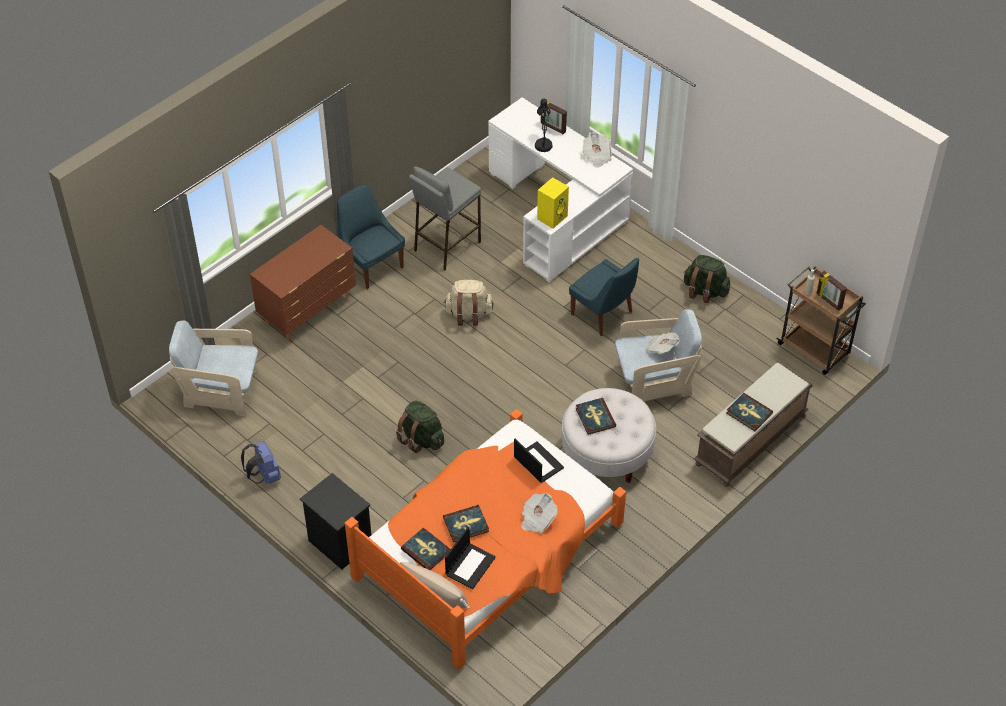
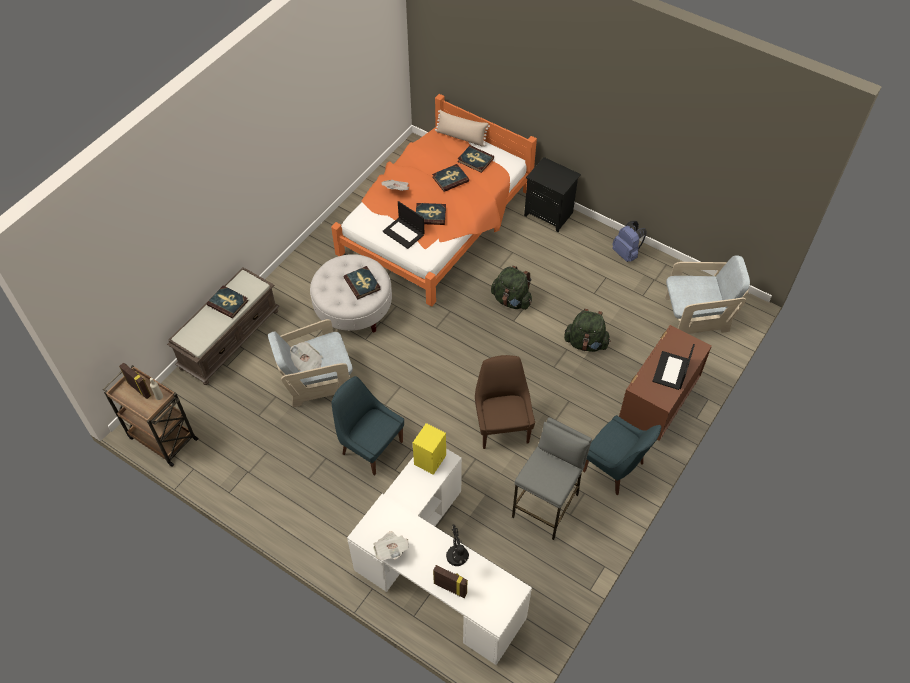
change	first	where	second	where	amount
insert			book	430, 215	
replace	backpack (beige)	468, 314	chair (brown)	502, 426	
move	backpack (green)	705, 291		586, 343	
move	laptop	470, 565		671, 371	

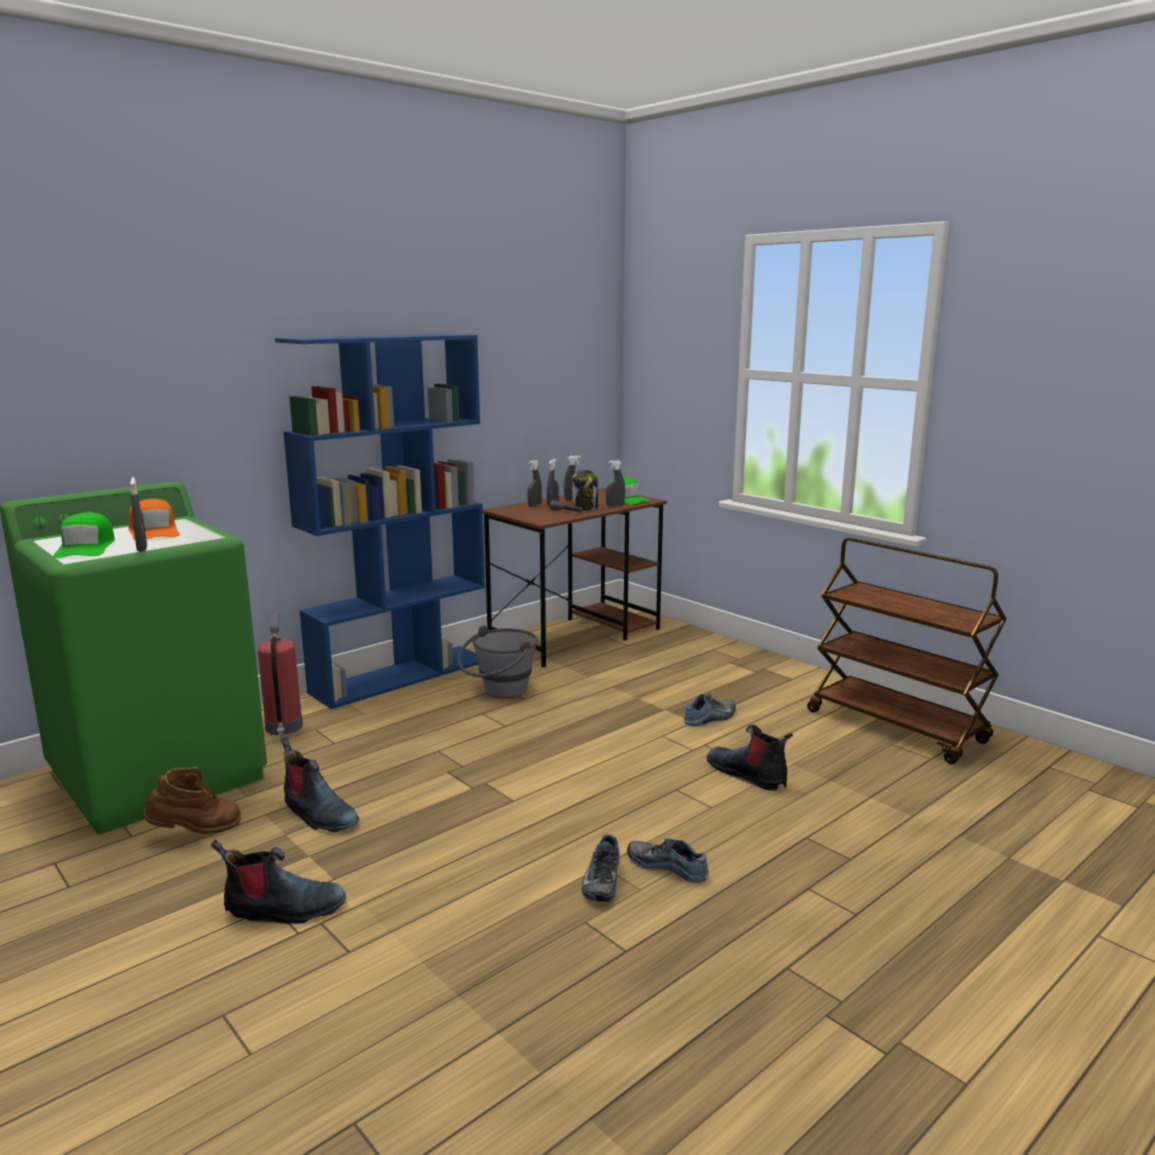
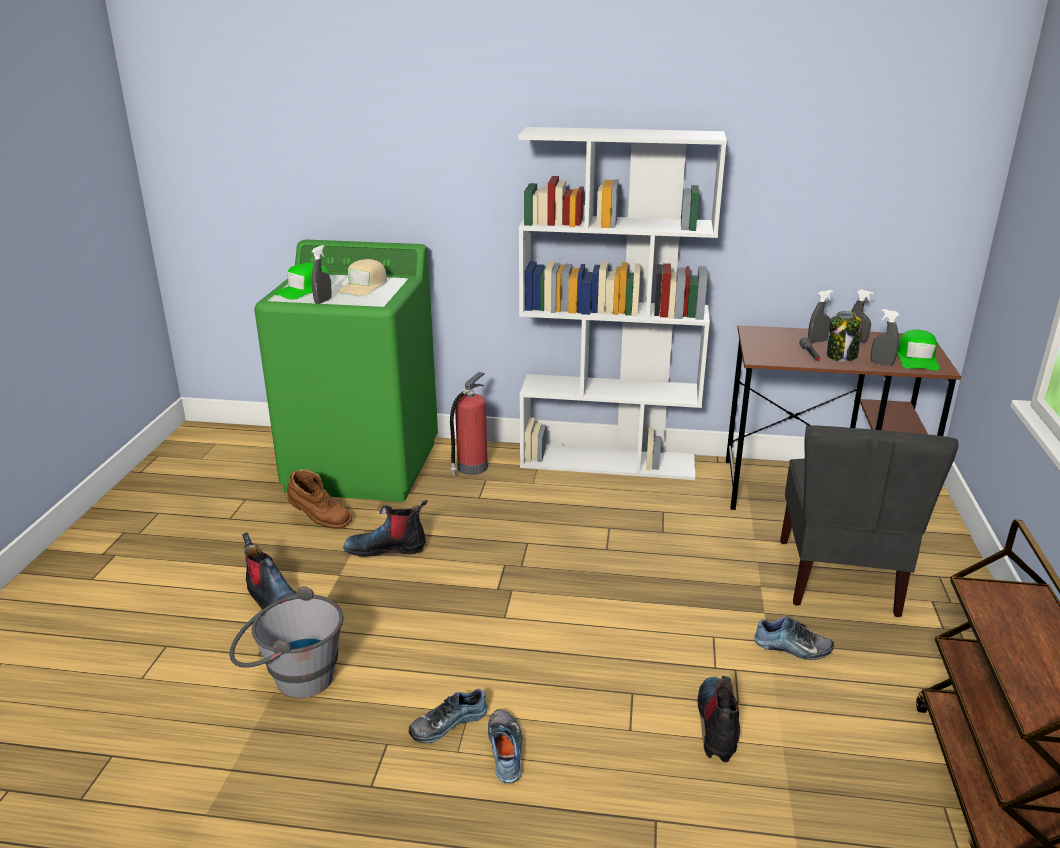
change	first	where	second	where	amount
move	bucket (grey)	499, 693		292, 678	
recolor	cap (orange)	154, 531	cap (beige)	364, 286	
rotate	boot	318, 814		387, 548	90 degrees clockwise
recolor	bookcase (blue)	401, 676	bookcase (white)	609, 461	
insert			chair (grey)	840, 578	
delete	spray bottle (grey)	534, 505			

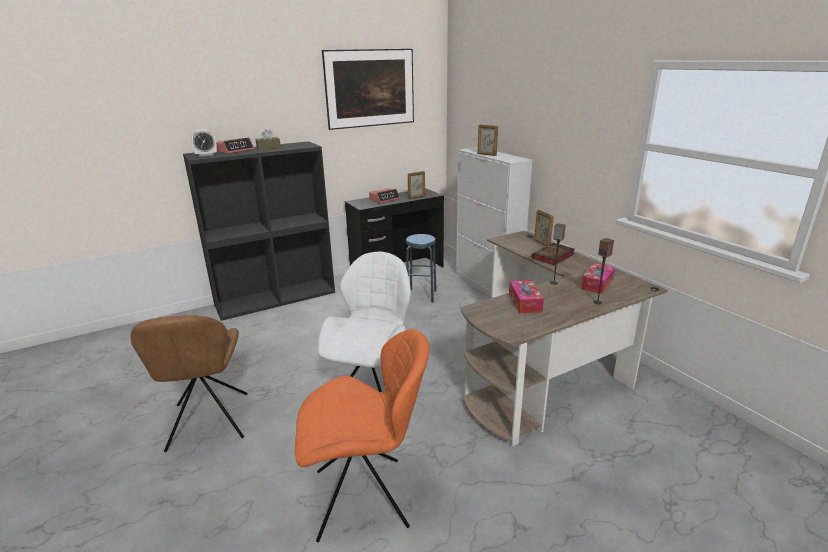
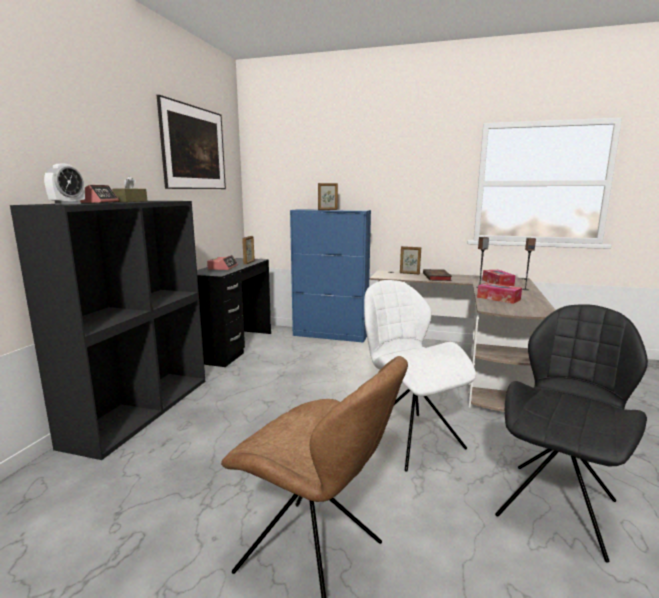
change	first	where	second	where	amount
recolor	cabinet (white)	487, 286	cabinet (blue)	330, 335	
recolor	chair (orange)	365, 497	chair (black)	558, 505	
delete	stool (blue)	421, 296			

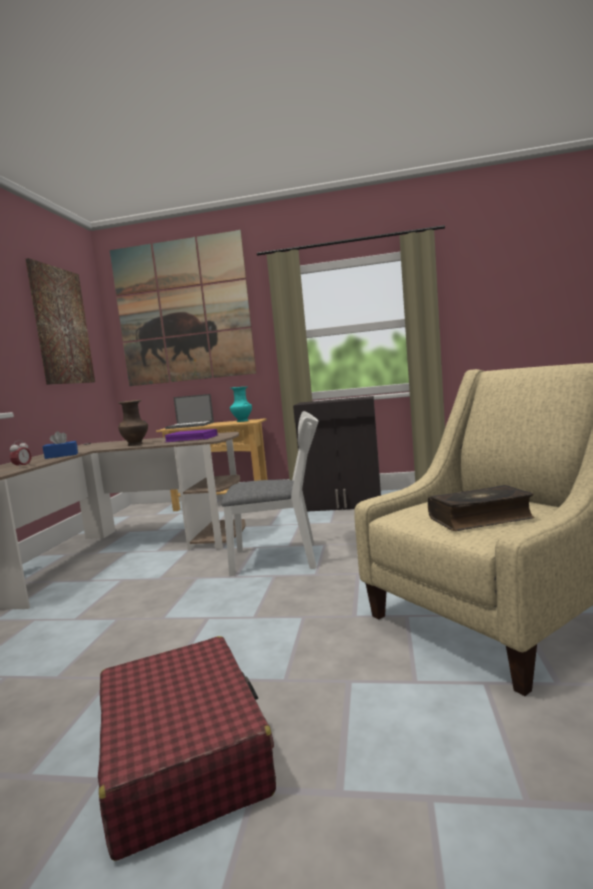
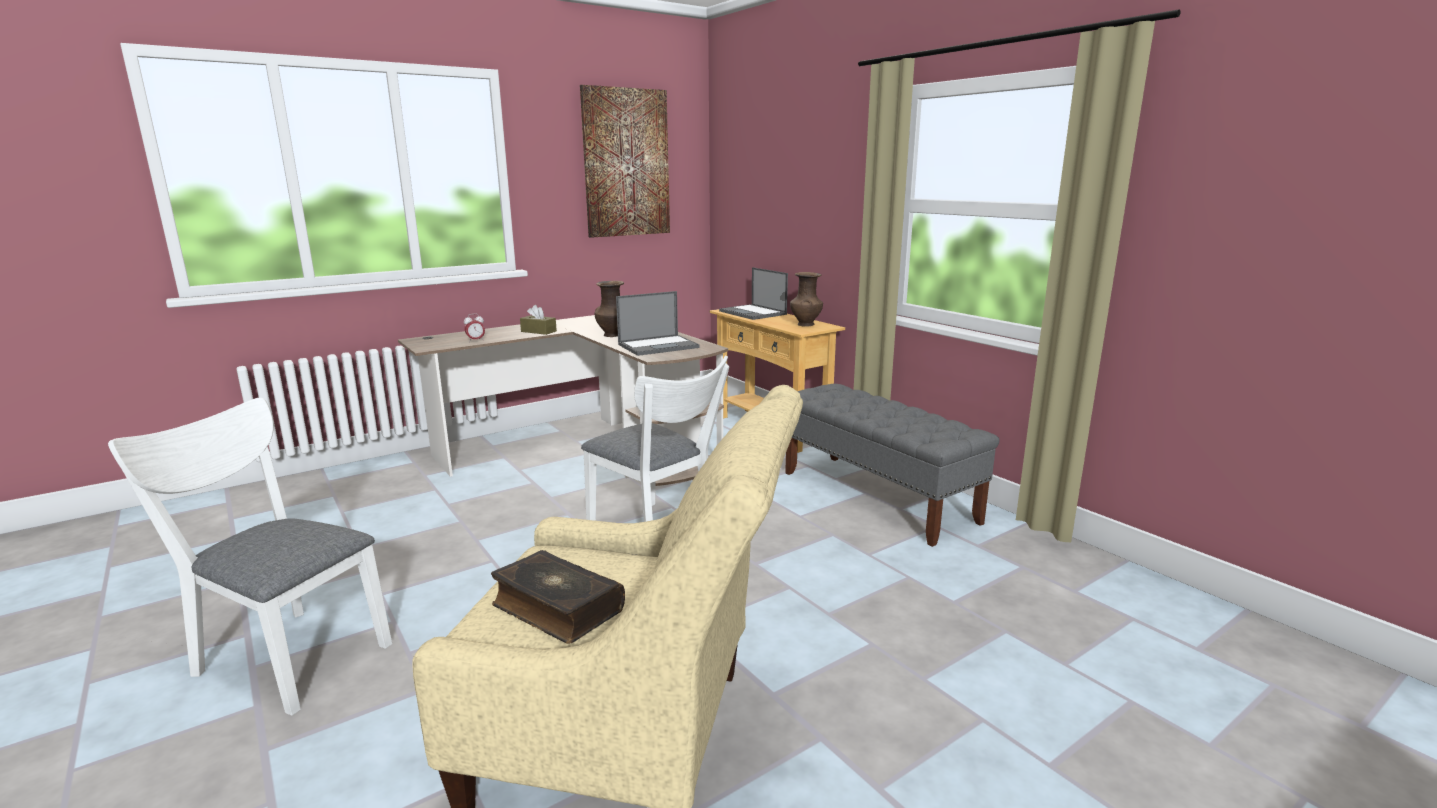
change	first	where	second	where	amount
replace	suitcase (red)	184, 754	chair (white)	285, 654	
recolor	tissue box (blue)	61, 455	tissue box (brown)	538, 331	
replace	book (purple)	192, 439	laptop	659, 346	
replace	cabinet (black)	344, 504	bench (grey)	877, 496	
recolor	vase (turquoise)	242, 421	vase (brown)	805, 324	
delete	picture	183, 311			

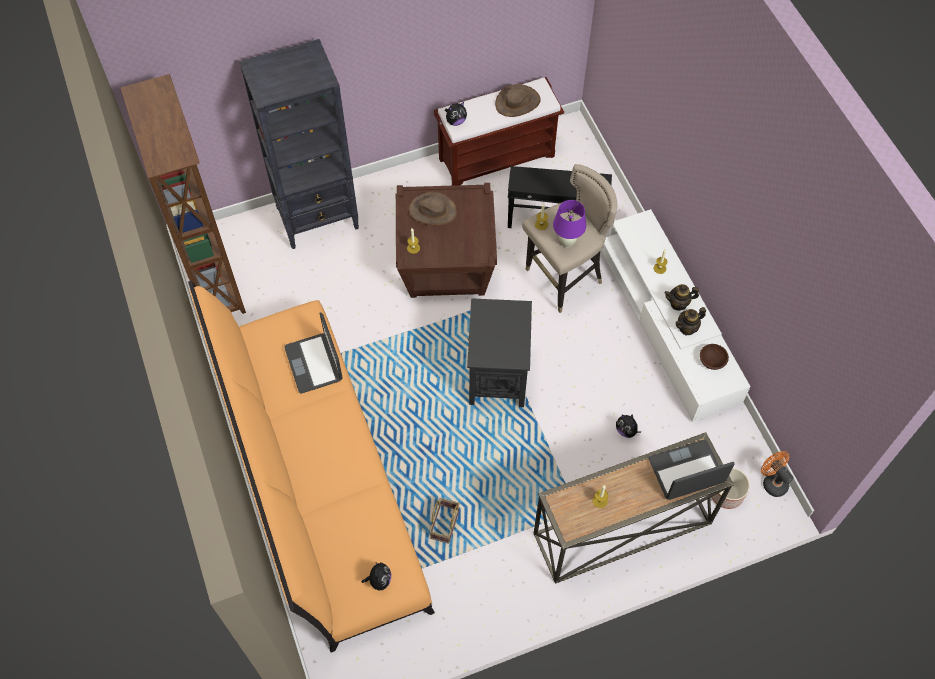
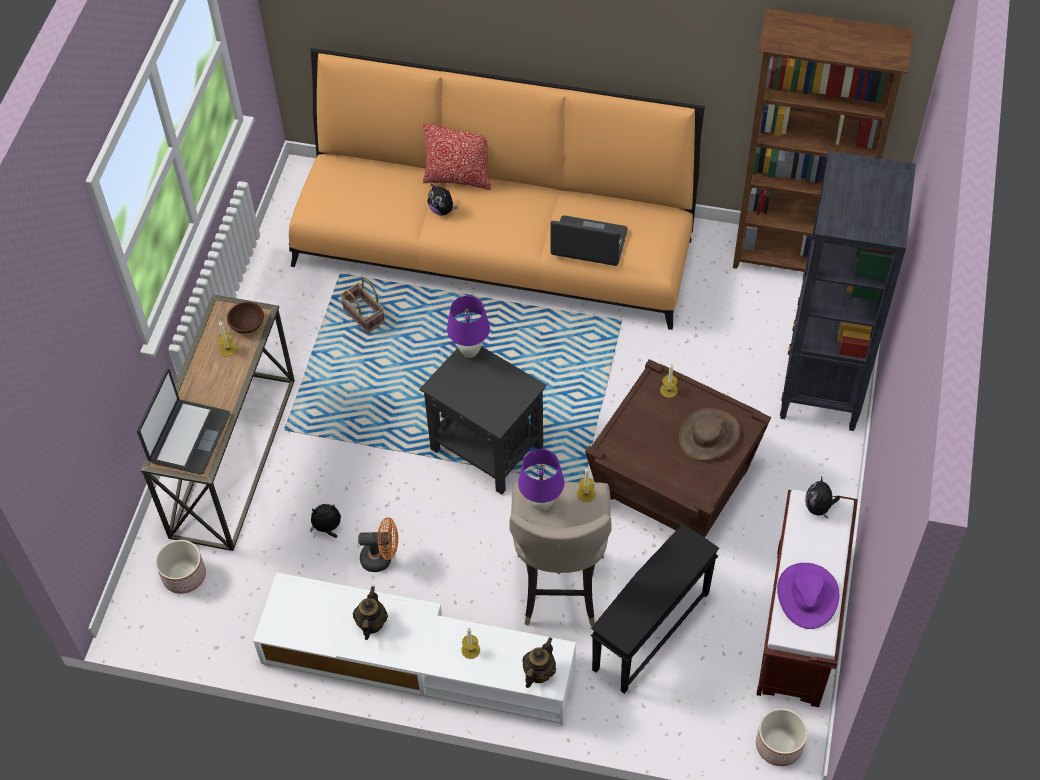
change	first	where	second	where	amount
move	bowl (brown)	712, 360		247, 325	
move	fan (orange)	772, 482		381, 558	
insert			pillow	458, 179	
move	plush toy	379, 580		442, 210	
insert			table lamp (purple)	470, 351	
move	teapot	678, 303		538, 672	
insert			planter	779, 744	
recolor	hat (brown)	517, 102	hat (purple)	807, 595	

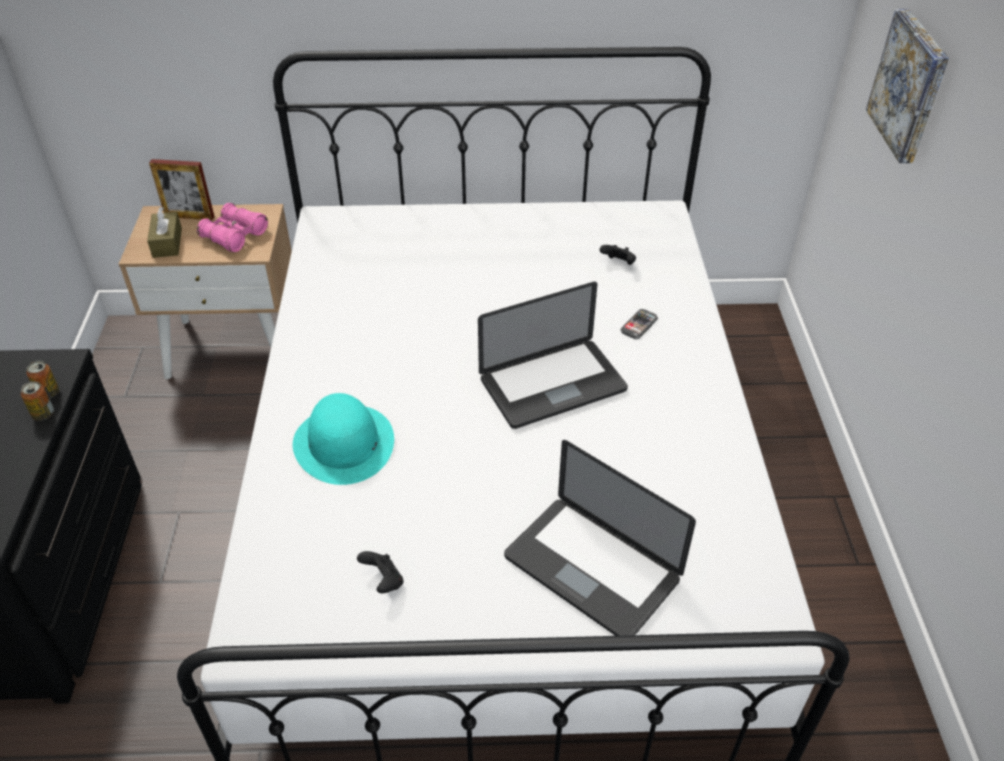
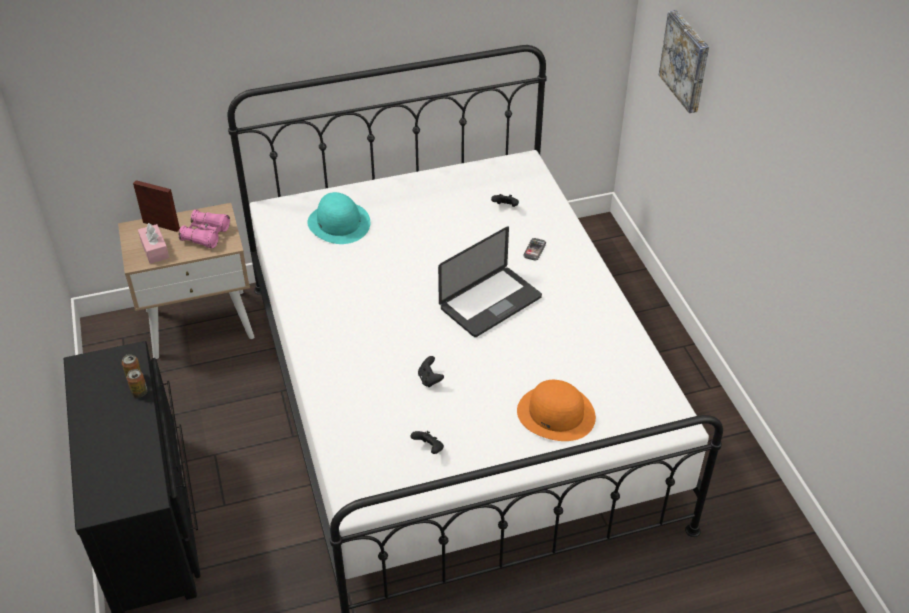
change	first	where	second	where	amount
rotate	picture frame	189, 216		161, 225	150 degrees counterclockwise
recolor	tissue box (brown)	167, 243	tissue box (pink)	155, 250	
move	hat (turquoise)	344, 443		339, 223	
insert			game controller (black)	429, 379	
replace	laptop	591, 569	hat (orange)	556, 413	

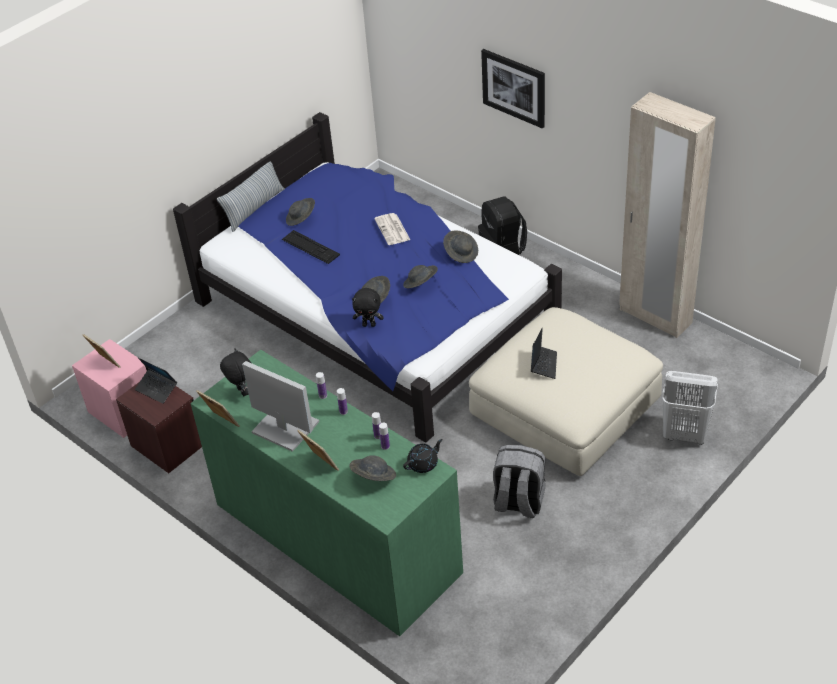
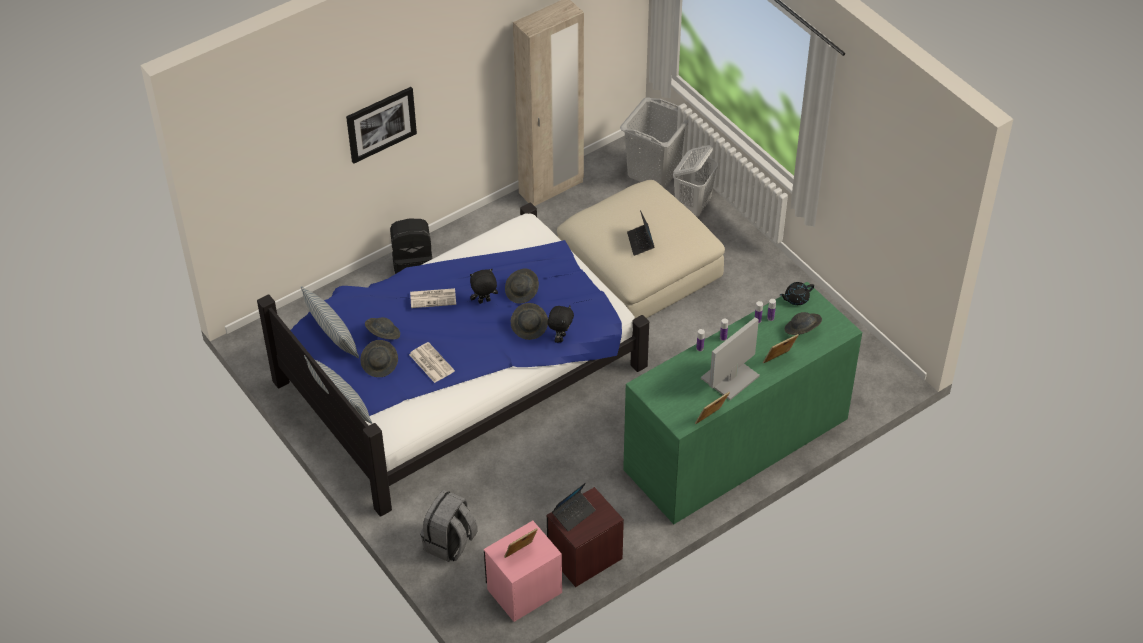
change	first	where	second	where	amount
insert			pillow	332, 334	
move	hat (grey)	461, 253		383, 334	
replace	keyboard	310, 247	newspaper	431, 362	
move	backpack (grey)	518, 502		450, 543	
move	plush toy (black)	241, 392		484, 302	
insert			laundry basket (grey)	653, 172	
rotate	laptop	543, 364		640, 242	120 degrees counterclockwise
rotate	teapot (black)	423, 464		796, 299	90 degrees counterclockwise

